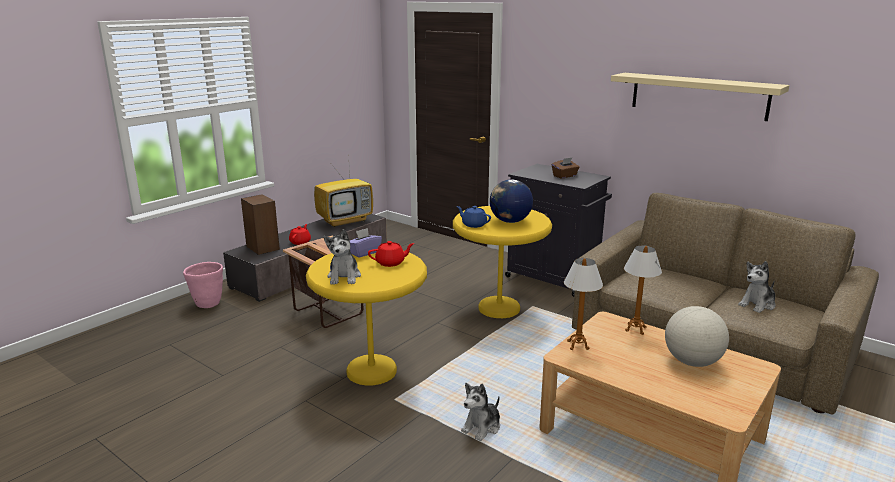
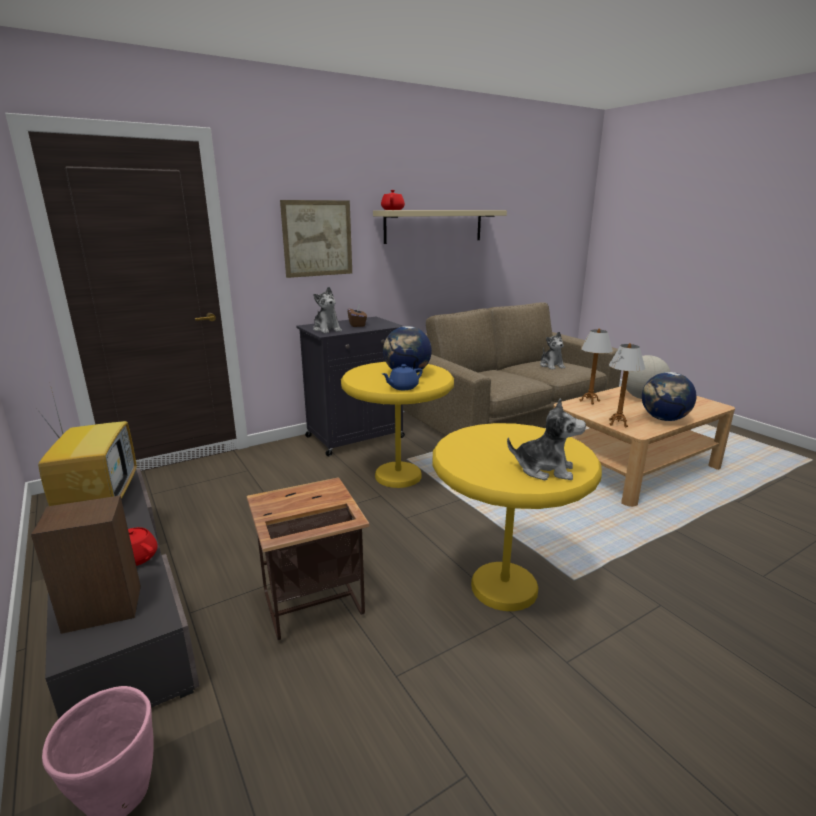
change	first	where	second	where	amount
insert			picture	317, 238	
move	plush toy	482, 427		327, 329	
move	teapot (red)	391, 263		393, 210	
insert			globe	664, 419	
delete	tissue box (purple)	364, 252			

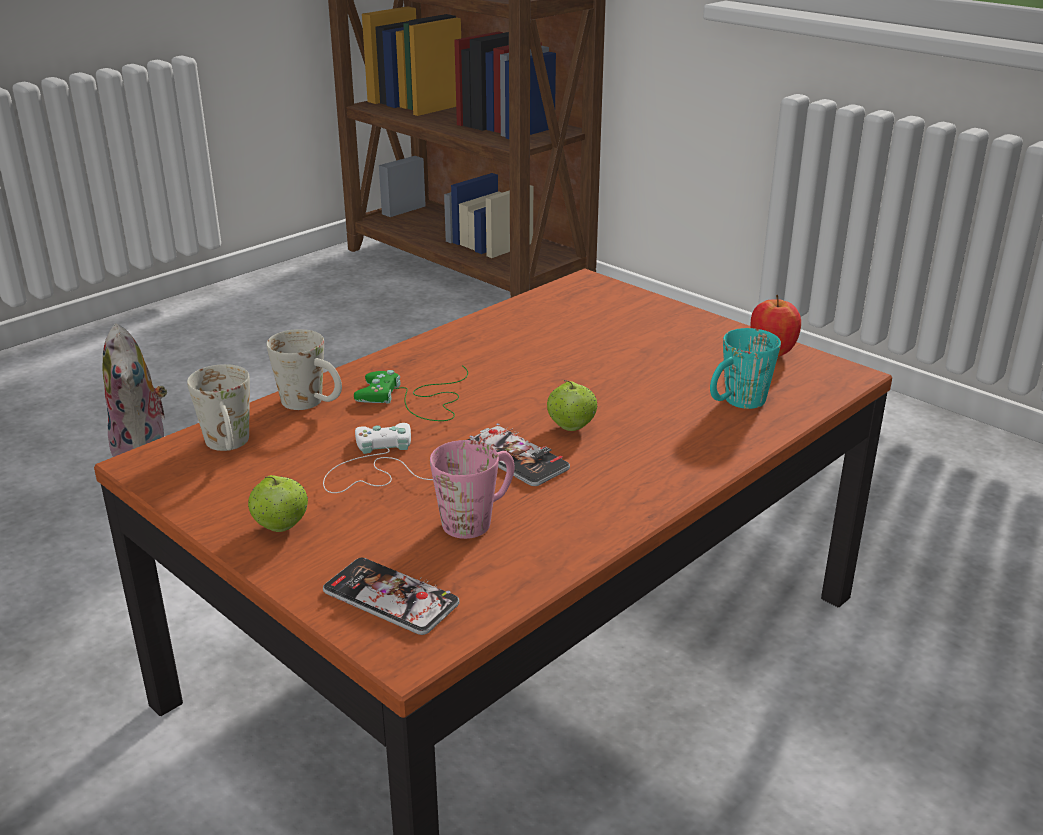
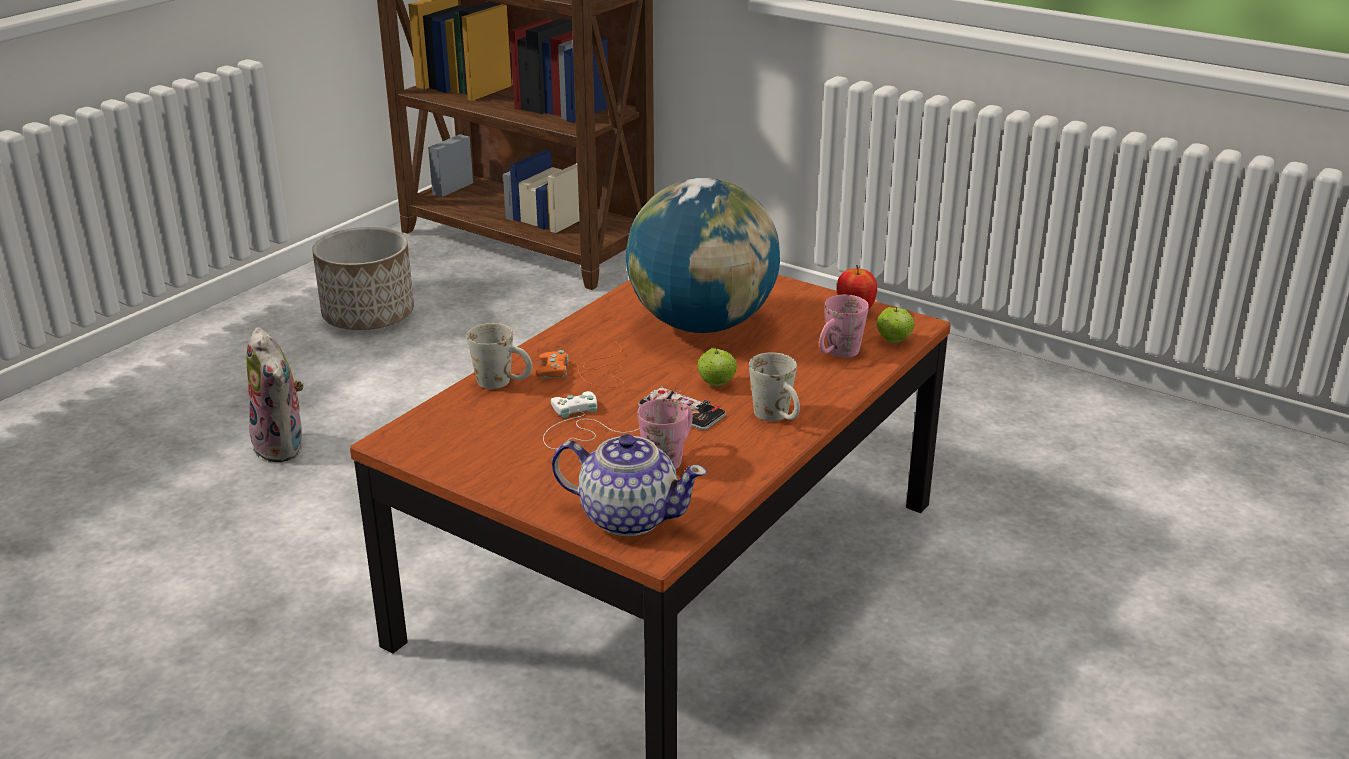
change	first	where	second	where	amount
insert			planter	369, 316	
recolor	game controller (green)	417, 400	game controller (orange)	587, 373	
replace	phone	390, 597	teapot	628, 516	
insert			globe	702, 324	
move	mug (white)	230, 447		778, 418	
recolor	mug (turquoise)	736, 404	mug (pink)	837, 354	
move	apple	281, 526		894, 340	

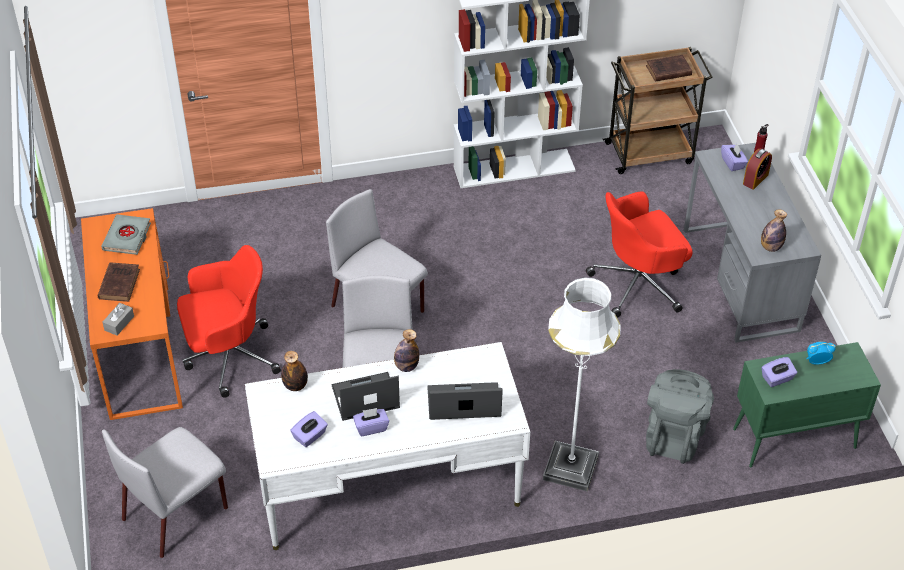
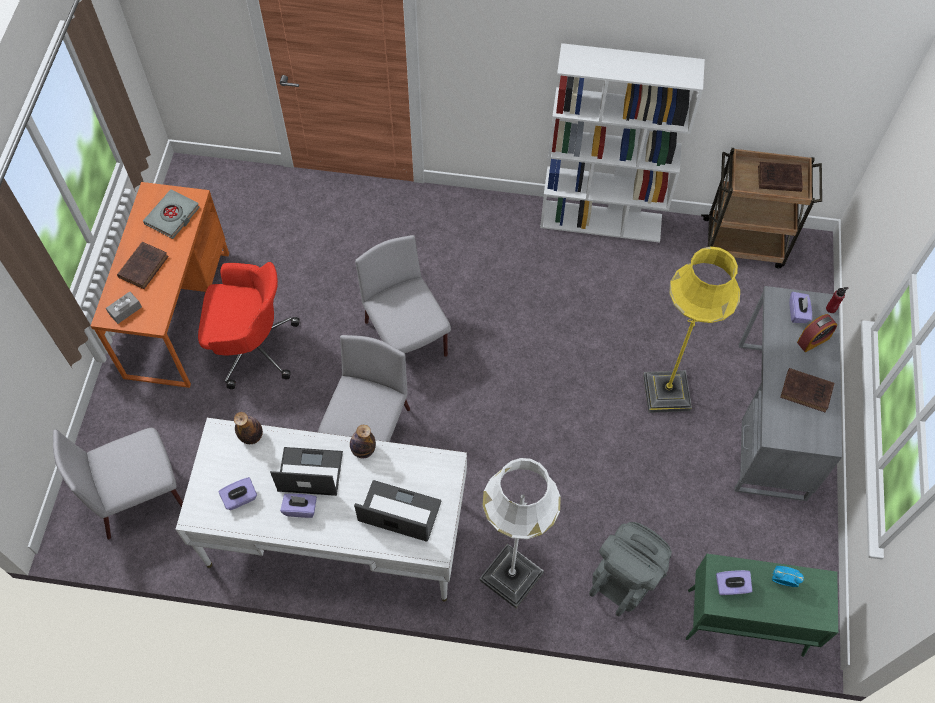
change	first	where	second	where	amount
replace	office chair (red)	639, 284	floor lamp (yellow)	666, 392	
insert			book (brown)	807, 392	
delete	bottle	770, 247			

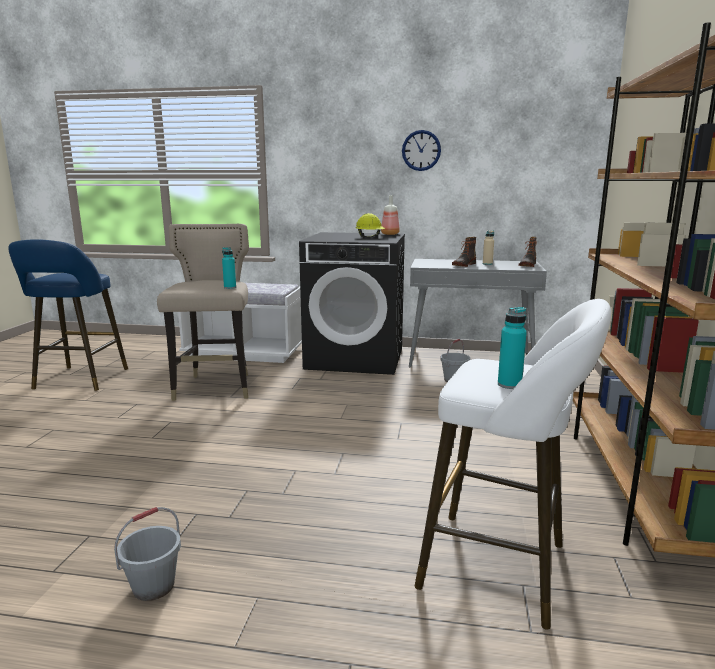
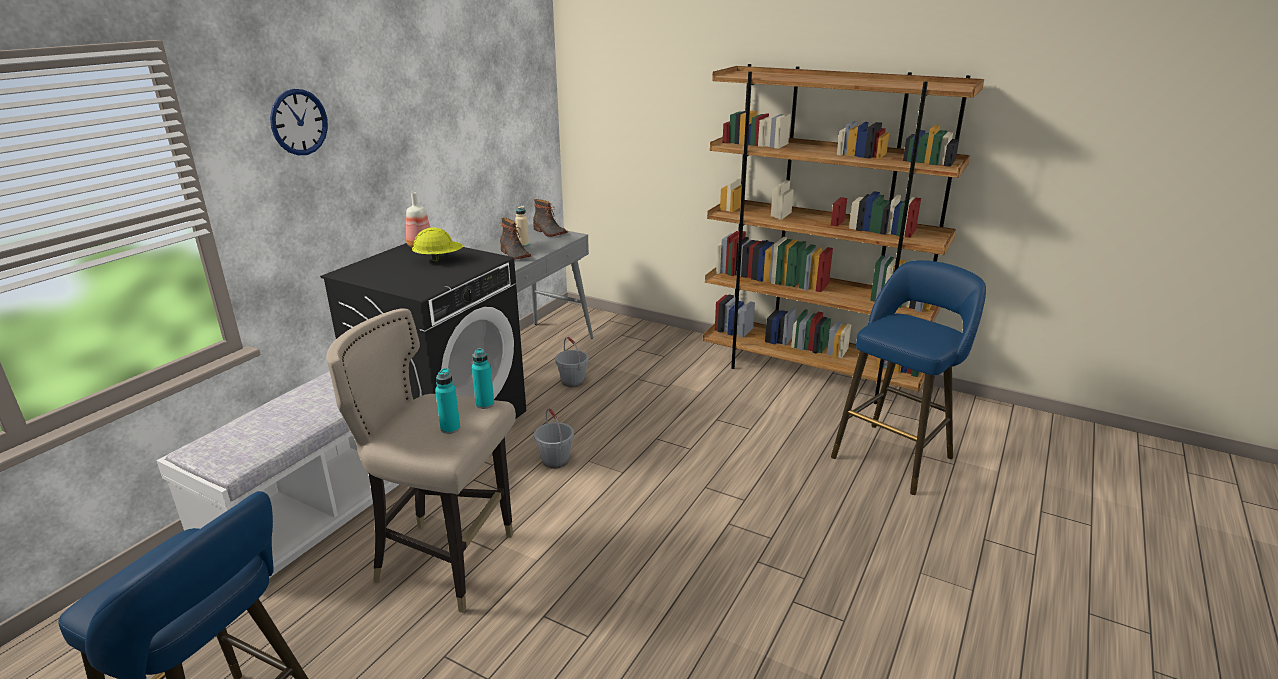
change	first	where	second	where	amount
move	wall clock	421, 150		299, 122	
move	bottle (turquoise)	509, 385		450, 428	
move	bucket (grey)	153, 587		556, 461	
recolor	stool (white)	503, 568	stool (blue)	895, 454	

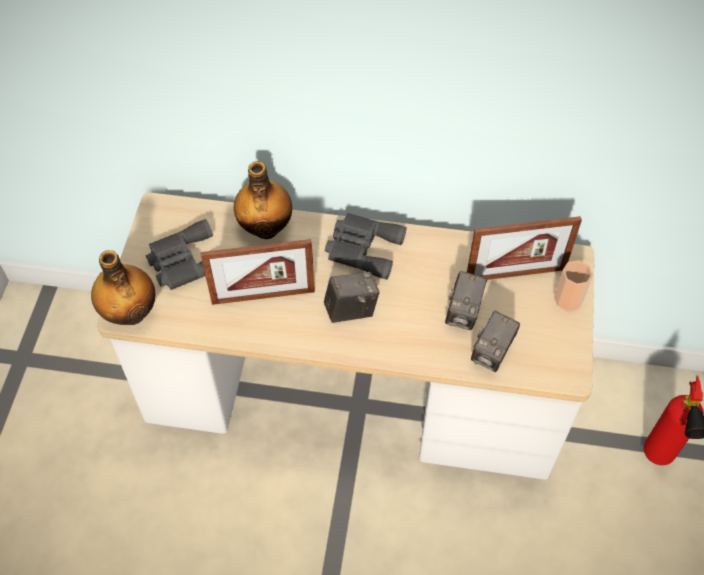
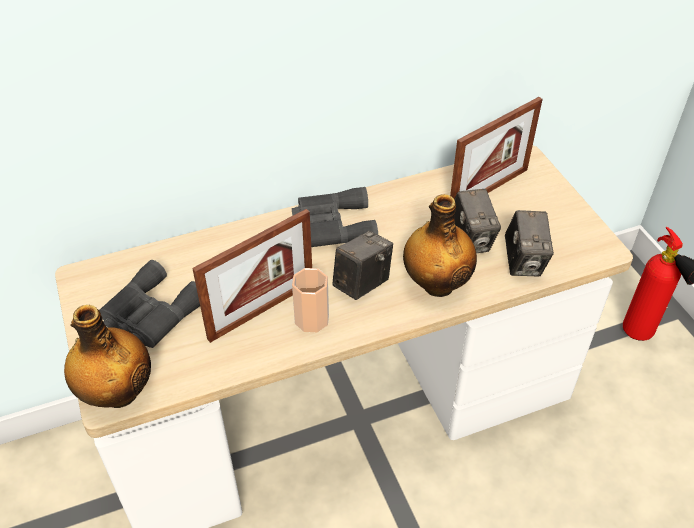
change	first	where	second	where	amount
move	cup	568, 299		311, 319	
move	bottle	266, 227		436, 284	

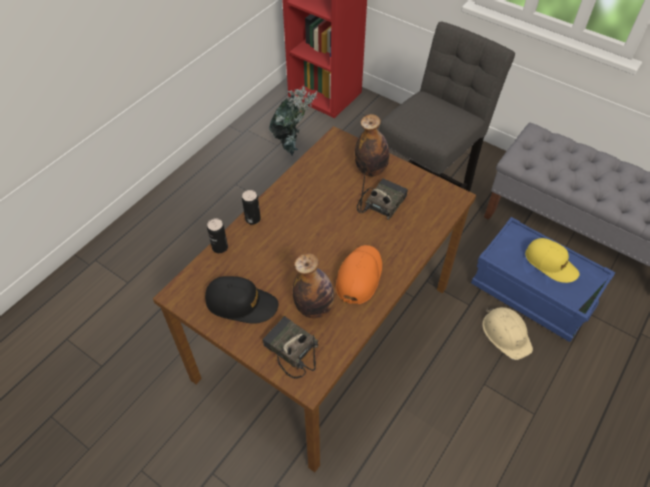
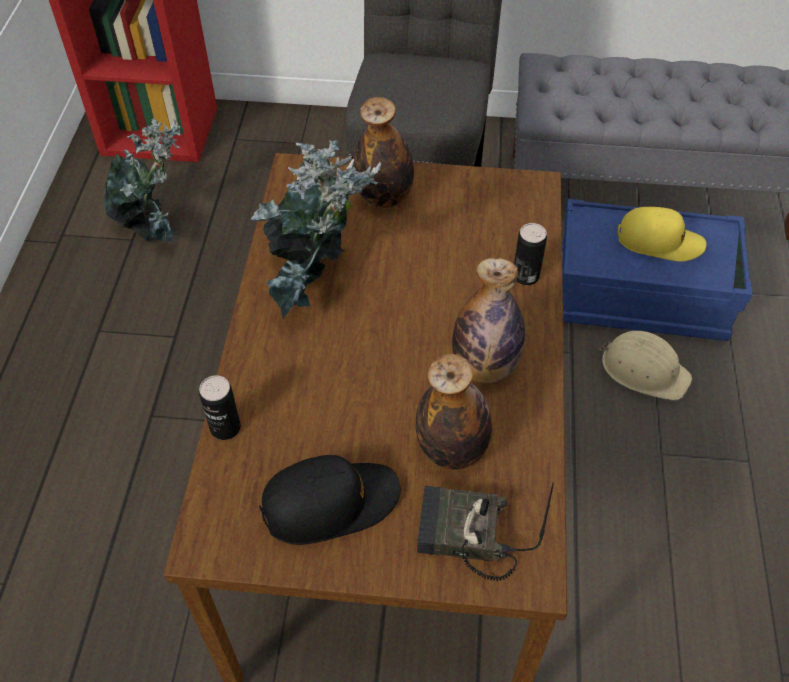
change	first	where	second	where	amount
insert			potted plant	316, 284	
replace	cap (orange)	359, 276	bottle	484, 367	
move	can	253, 219		525, 276	
delete	radio	381, 203			

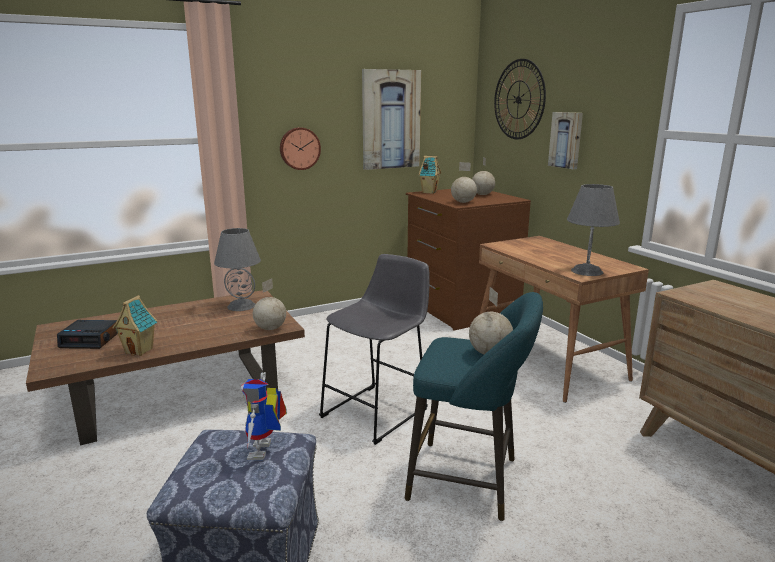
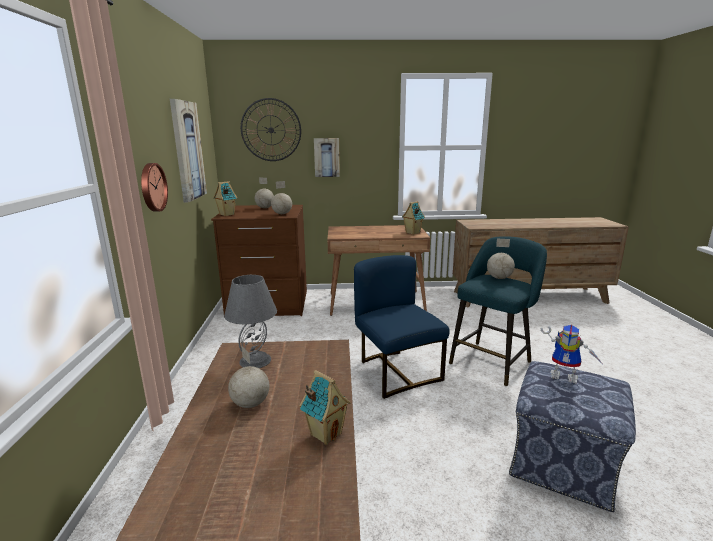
change	first	where	second	where	amount
move	globe	270, 328		250, 404	
replace	stool (grey)	378, 411	chair (blue)	396, 371	
replace	table lamp (grey)	586, 271	toy house	412, 233	
delete	alarm clock	91, 339			

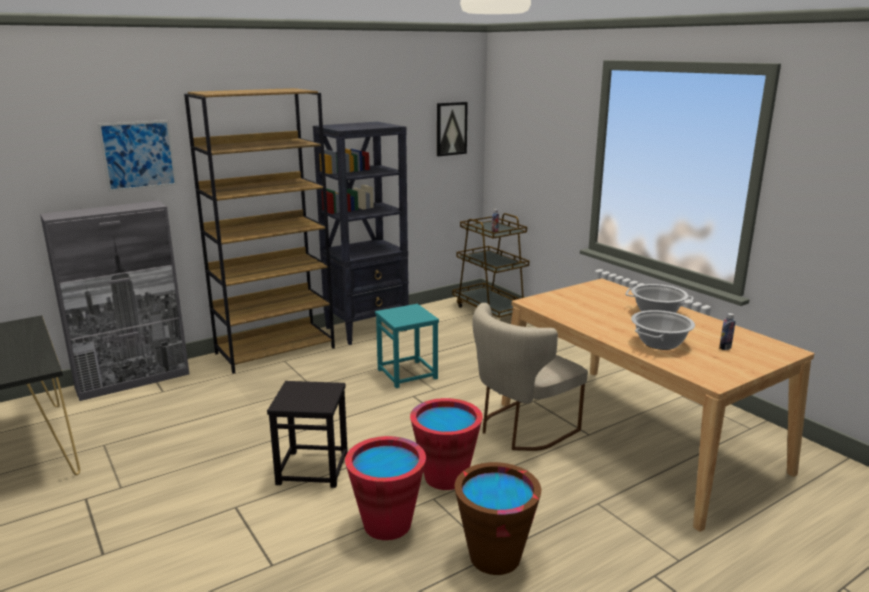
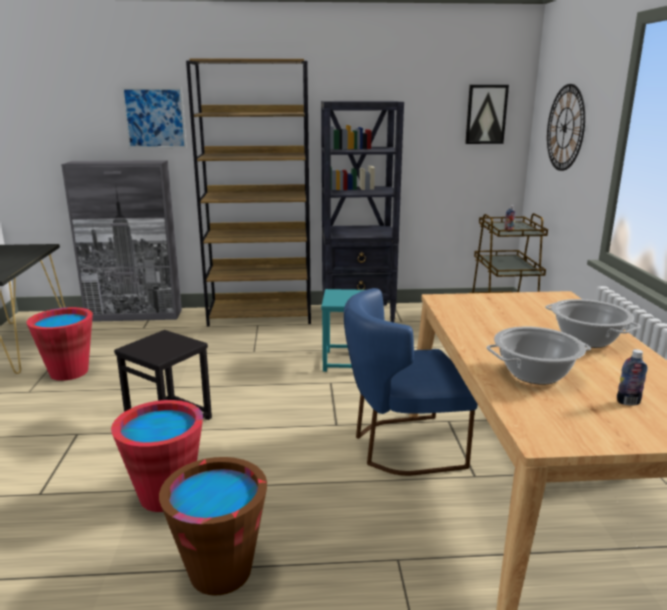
change	first	where	second	where	amount
move	bucket (red)	445, 477		69, 372	
recolor	chair (beige)	521, 429	chair (blue)	401, 446	
insert			wall clock	565, 128	

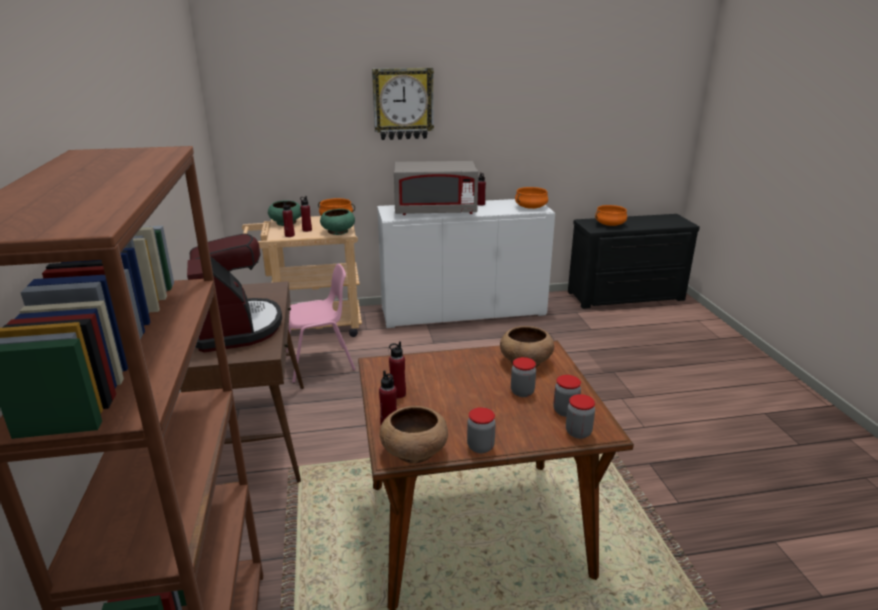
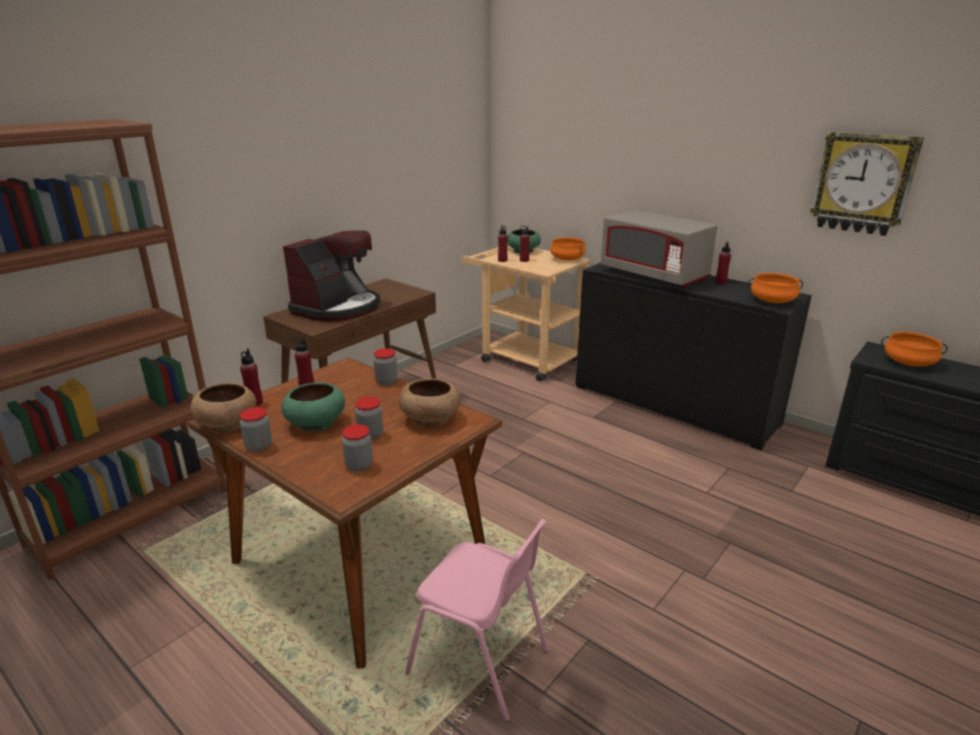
change	first	where	second	where	amount
move	bowl (green)	338, 232		315, 423	
move	jar	578, 432		386, 381	
move	chair (pink)	320, 364		480, 663	
recolor	cabinet (white)	462, 311	cabinet (black)	673, 405	
move	wall clock	403, 104		863, 183	

